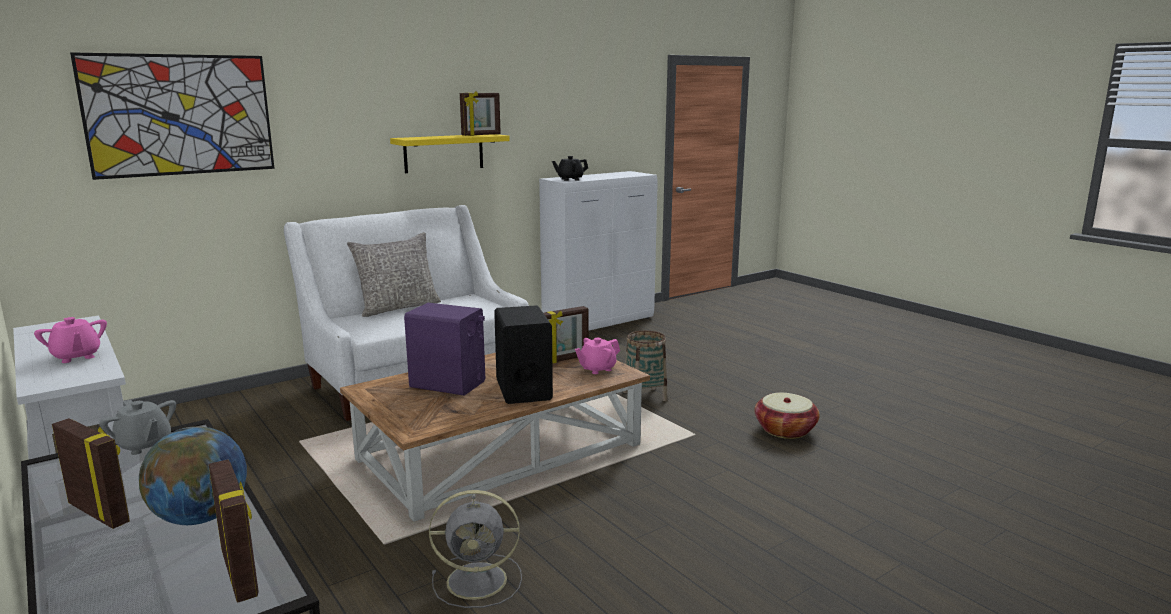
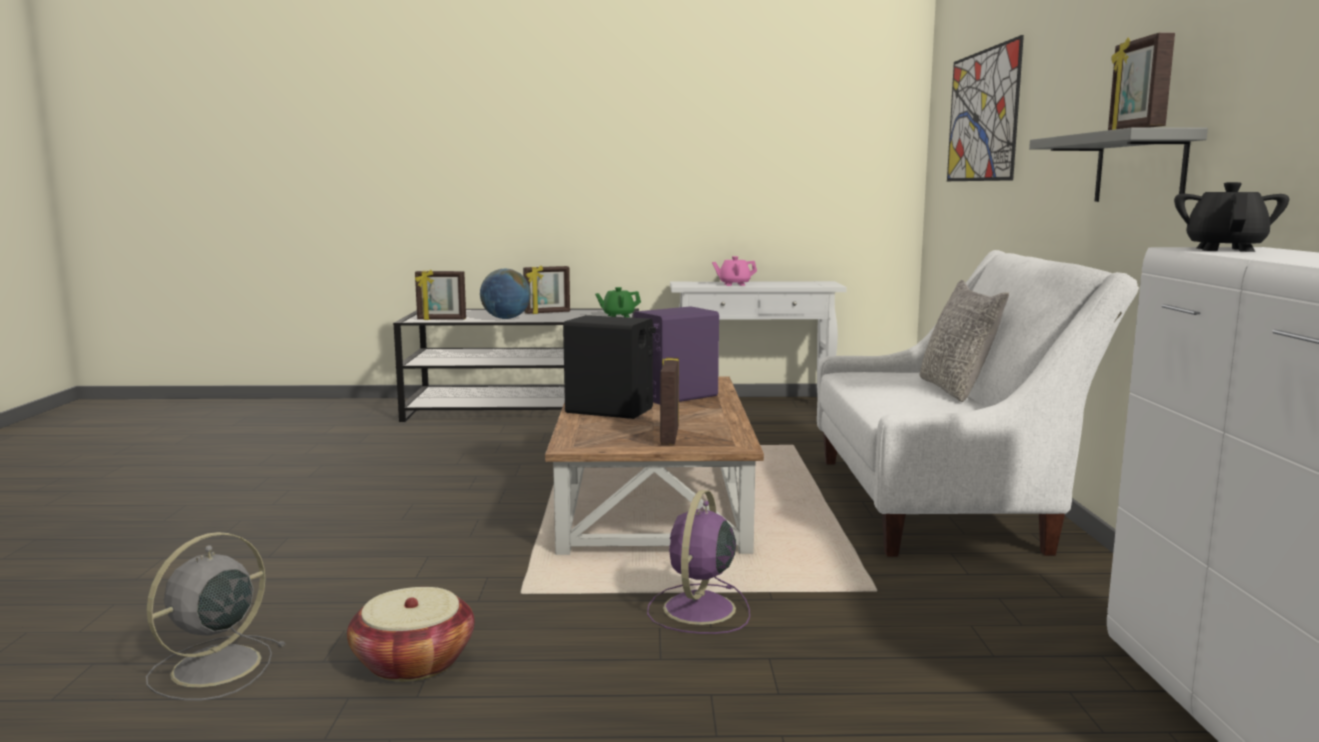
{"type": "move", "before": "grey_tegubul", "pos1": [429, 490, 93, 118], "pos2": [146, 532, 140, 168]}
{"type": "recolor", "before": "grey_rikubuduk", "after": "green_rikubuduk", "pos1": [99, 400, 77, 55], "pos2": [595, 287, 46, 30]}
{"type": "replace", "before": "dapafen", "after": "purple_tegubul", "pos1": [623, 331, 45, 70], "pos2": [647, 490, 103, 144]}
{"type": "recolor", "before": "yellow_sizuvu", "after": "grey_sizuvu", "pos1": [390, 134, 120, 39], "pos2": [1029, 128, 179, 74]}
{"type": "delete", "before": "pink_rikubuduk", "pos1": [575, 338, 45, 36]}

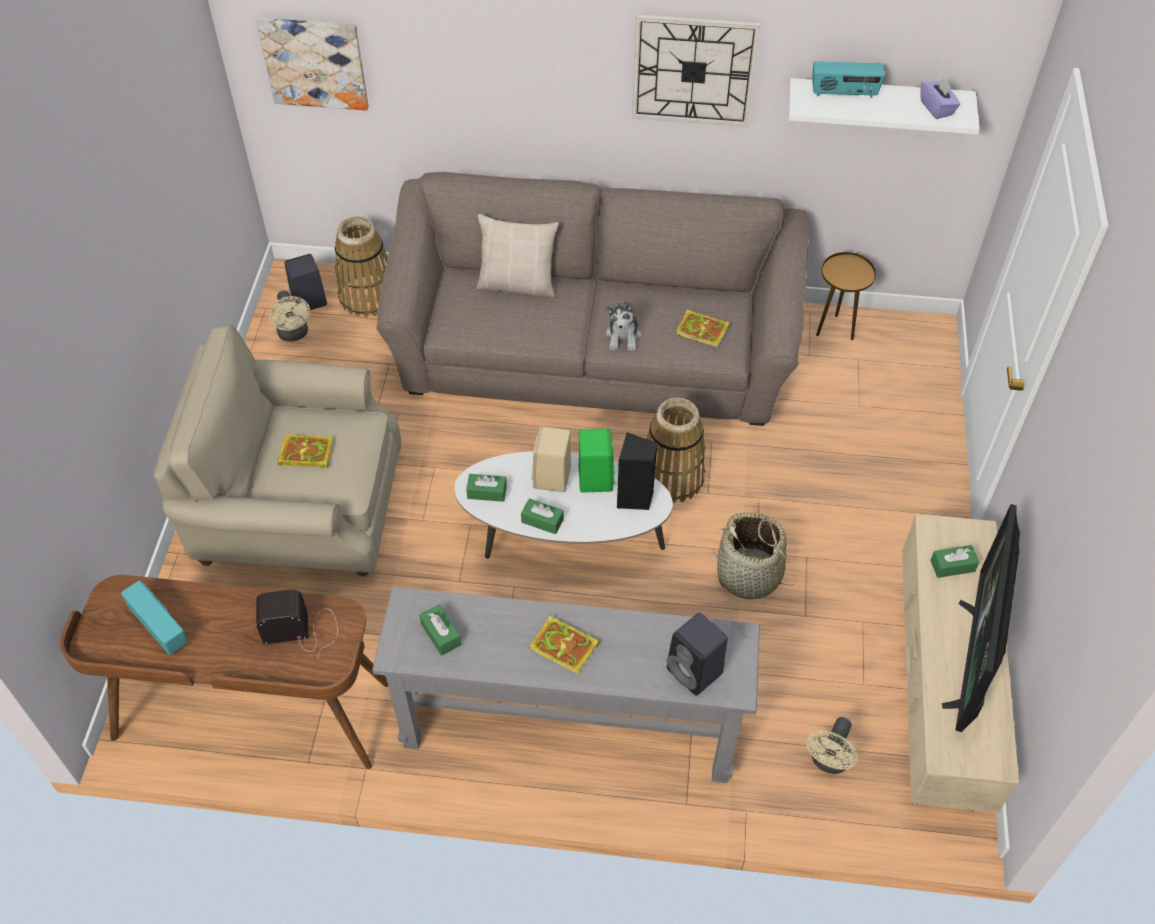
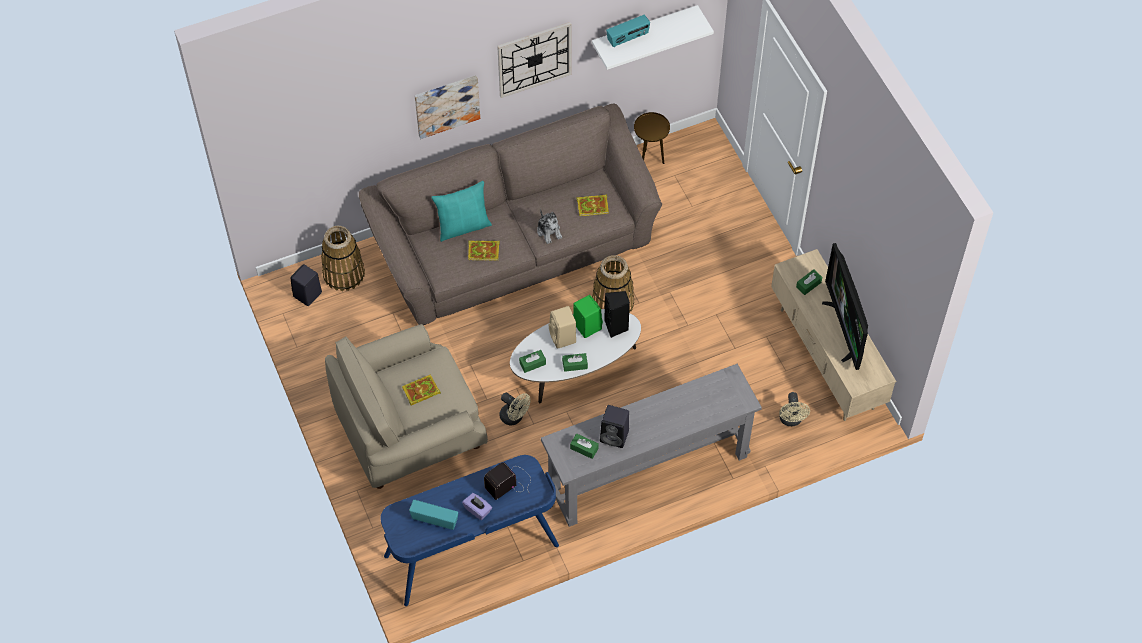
{"type": "recolor", "before": "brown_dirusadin", "after": "blue_dirusadin", "pos1": [60, 575, 328, 194], "pos2": [381, 455, 178, 151]}
{"type": "move", "before": "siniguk", "pos1": [256, 18, 113, 93], "pos2": [415, 75, 65, 64]}
{"type": "recolor", "before": "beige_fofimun", "after": "turquoise_fofimun", "pos1": [476, 214, 83, 84], "pos2": [431, 181, 61, 61]}
{"type": "move", "before": "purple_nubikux", "pos1": [920, 78, 40, 41], "pos2": [462, 493, 30, 27]}
{"type": "move", "before": "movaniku", "pos1": [530, 615, 70, 59], "pos2": [468, 240, 32, 20]}
{"type": "move", "before": "beige_tegubul", "pos1": [269, 291, 41, 51], "pos2": [499, 392, 32, 33]}
{"type": "move", "before": "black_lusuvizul", "pos1": [667, 613, 61, 83], "pos2": [600, 405, 29, 43]}
{"type": "delete", "before": "dapafen", "pos1": [713, 512, 83, 88]}

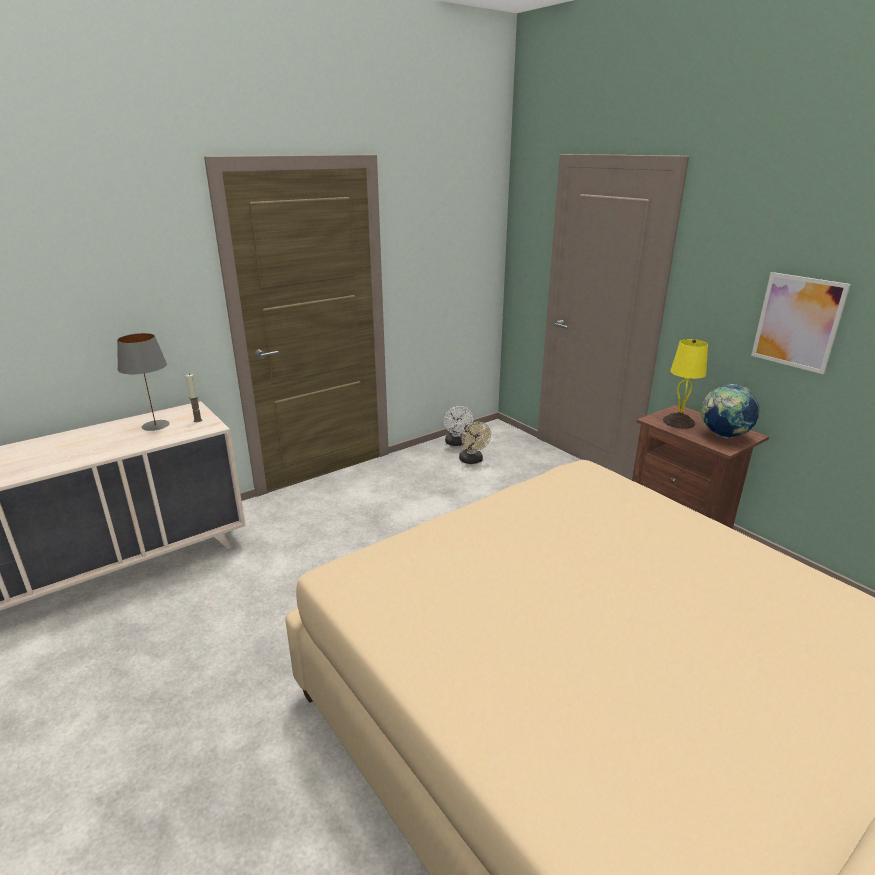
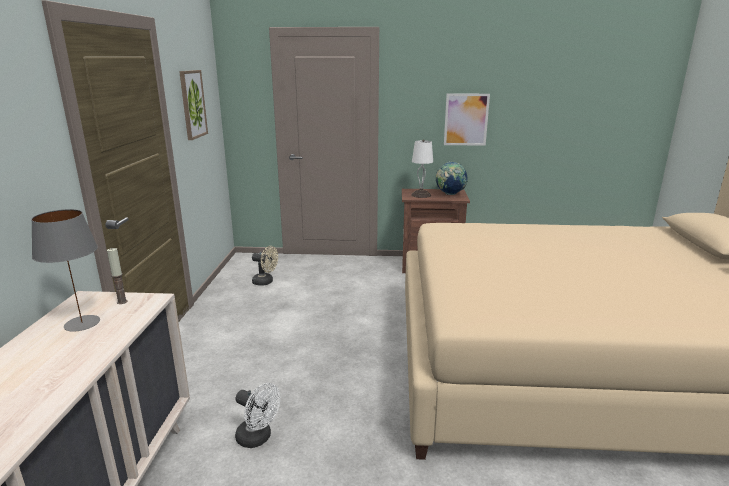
{"type": "insert", "after": "siniguk", "pos2": [179, 70, 29, 70]}
{"type": "move", "before": "white_tegubul", "pos1": [444, 406, 29, 40], "pos2": [235, 383, 45, 65]}
{"type": "recolor", "before": "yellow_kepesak", "after": "white_kepesak", "pos1": [663, 339, 45, 89], "pos2": [411, 139, 22, 59]}

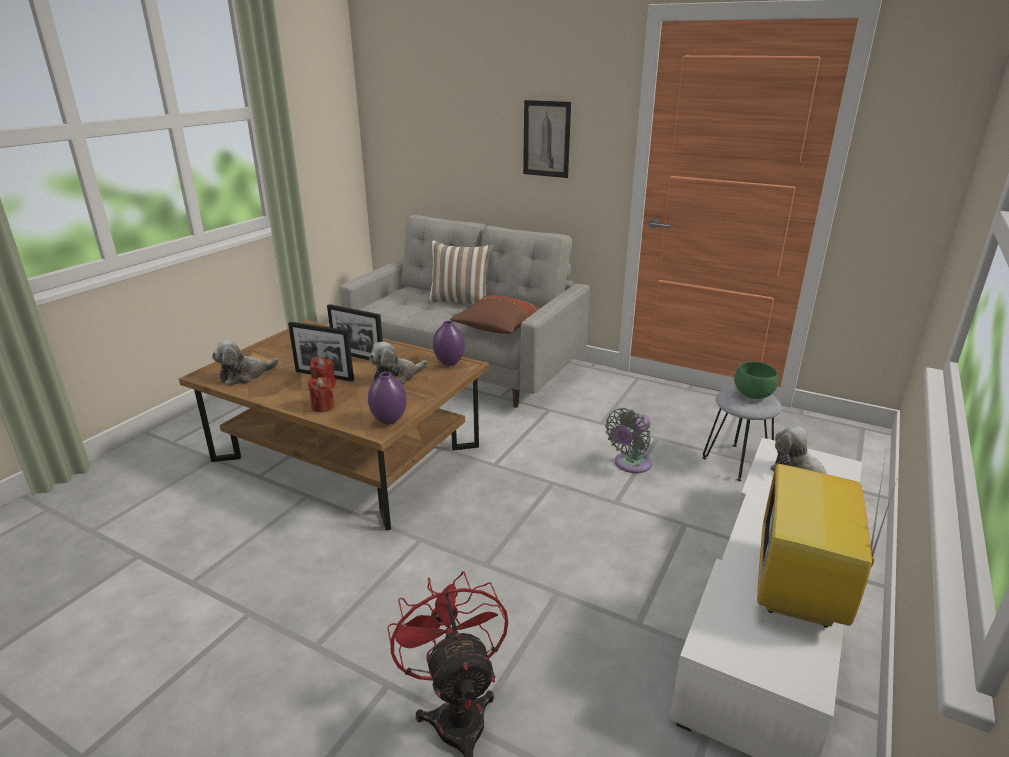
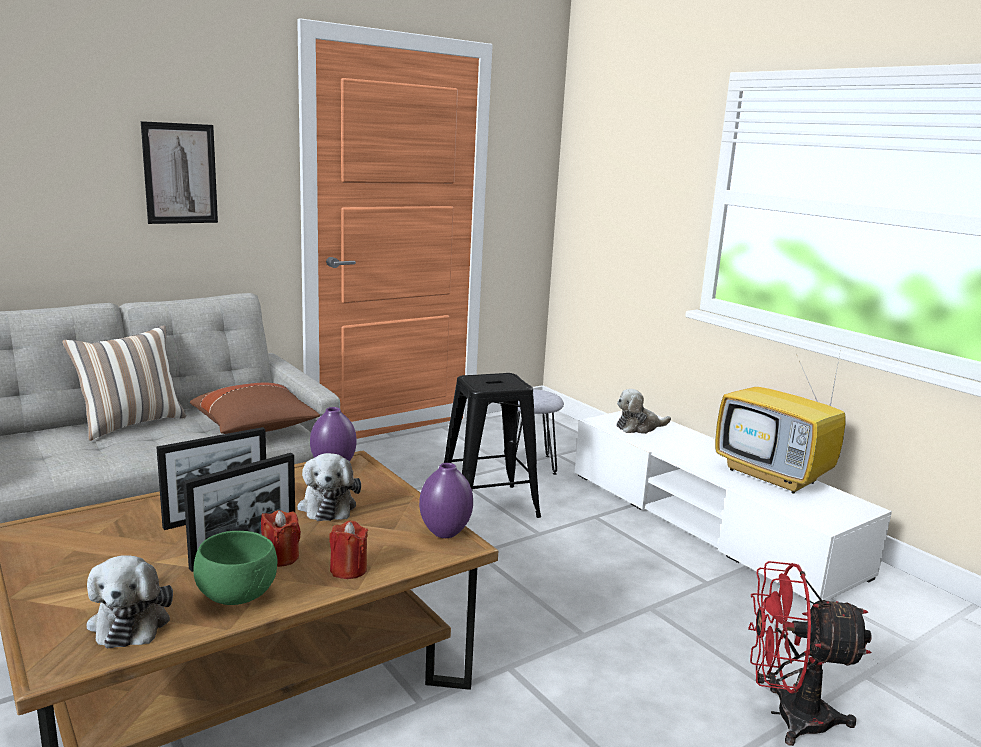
{"type": "move", "before": "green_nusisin", "pos1": [734, 361, 44, 38], "pos2": [193, 531, 84, 74]}
{"type": "replace", "before": "grey_tegubul", "after": "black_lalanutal", "pos1": [605, 408, 47, 65], "pos2": [444, 373, 97, 145]}

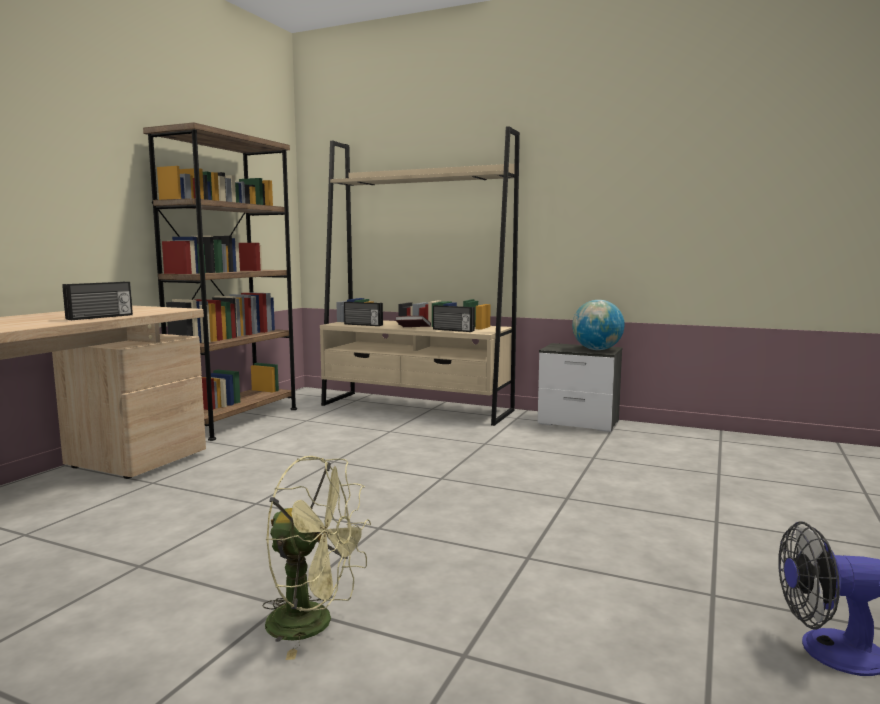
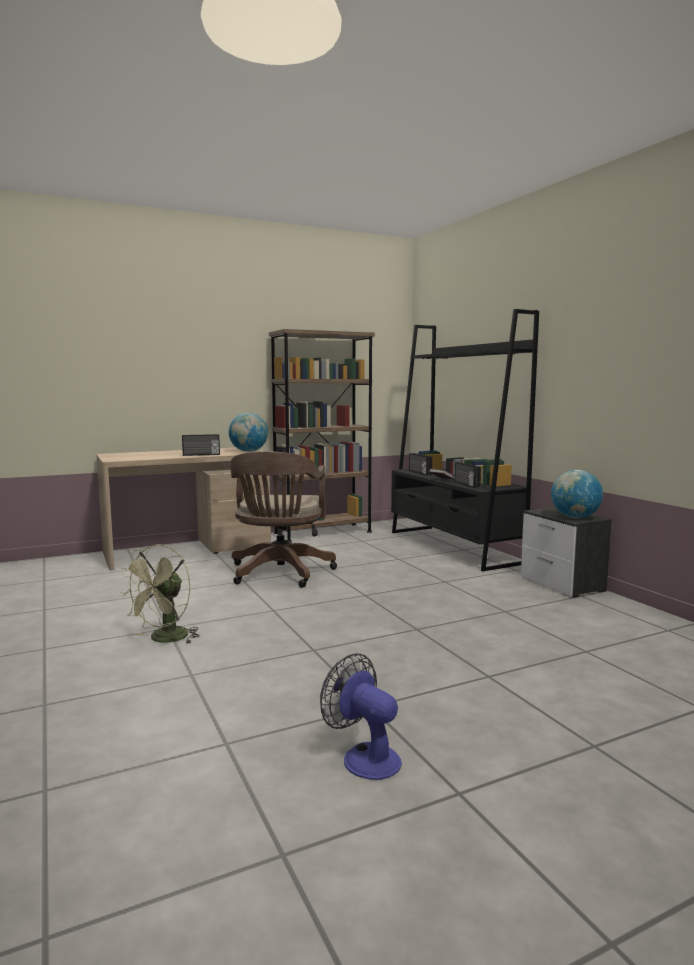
{"type": "rotate", "before": "green_tegubul", "pos1": [262, 456, 109, 204], "pos2": [119, 544, 81, 100], "turn": 60}
{"type": "insert", "after": "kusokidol", "pos2": [229, 413, 39, 39]}
{"type": "insert", "after": "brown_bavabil", "pos2": [230, 451, 107, 137]}
{"type": "recolor", "before": "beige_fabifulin", "after": "black_fabifulin", "pos1": [320, 126, 200, 300], "pos2": [391, 309, 148, 262]}

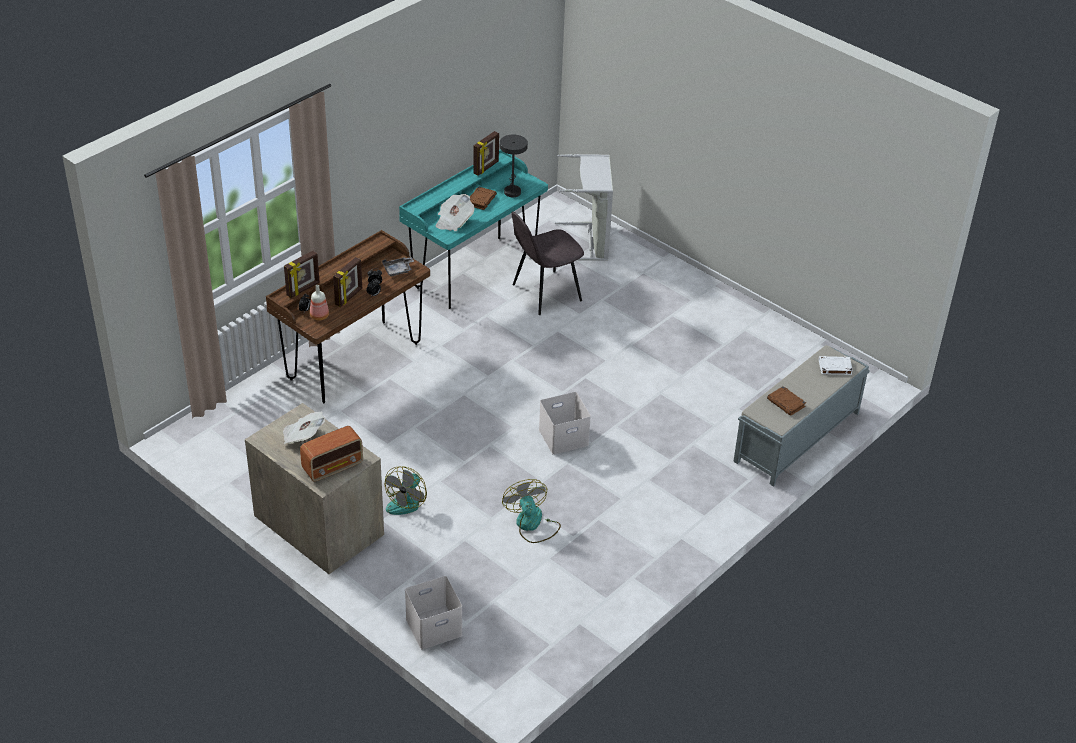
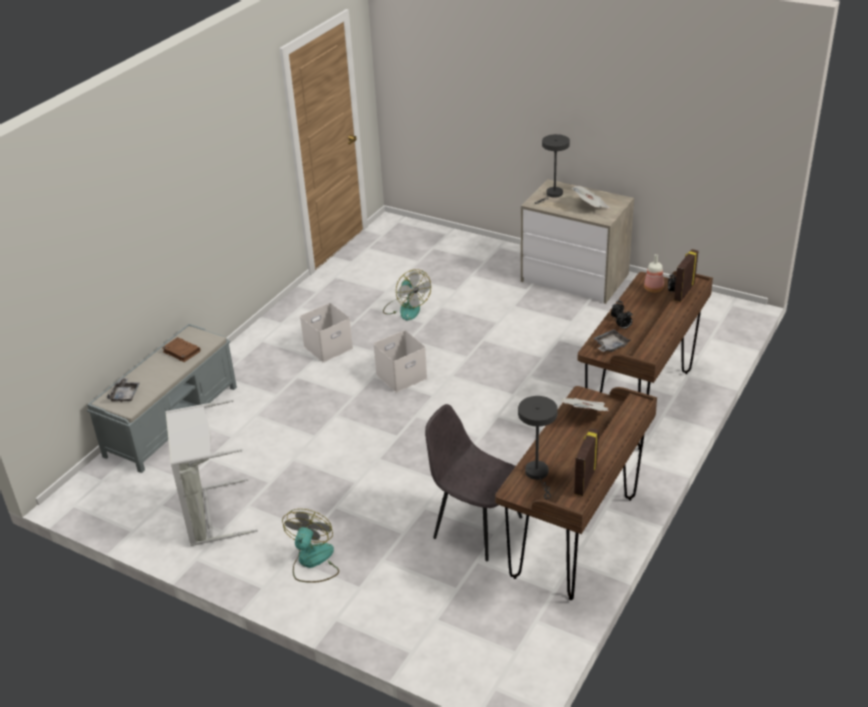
{"type": "replace", "before": "white_movaniku", "after": "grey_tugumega", "pos1": [819, 356, 34, 19], "pos2": [107, 378, 33, 24]}
{"type": "move", "before": "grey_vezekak", "pos1": [555, 154, 58, 107], "pos2": [165, 399, 93, 147]}
{"type": "move", "before": "tegubul", "pos1": [385, 466, 42, 49], "pos2": [282, 509, 57, 74]}
{"type": "move", "before": "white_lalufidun", "pos1": [405, 576, 58, 73], "pos2": [300, 303, 53, 59]}
{"type": "rotate", "before": "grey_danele", "pos1": [512, 211, 72, 104], "pos2": [425, 404, 97, 157], "turn": -105}
{"type": "recolor", "before": "turquoise_dirusadin", "after": "brown_dirusadin", "pos1": [399, 149, 149, 160], "pos2": [495, 386, 162, 214]}
{"type": "replace", "before": "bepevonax", "after": "grey_kepesak", "pos1": [300, 426, 63, 56], "pos2": [535, 134, 35, 70]}
{"type": "delete", "before": "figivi", "pos1": [333, 257, 29, 50]}
{"type": "delete", "before": "brown_movaniku", "pos1": [470, 186, 27, 24]}

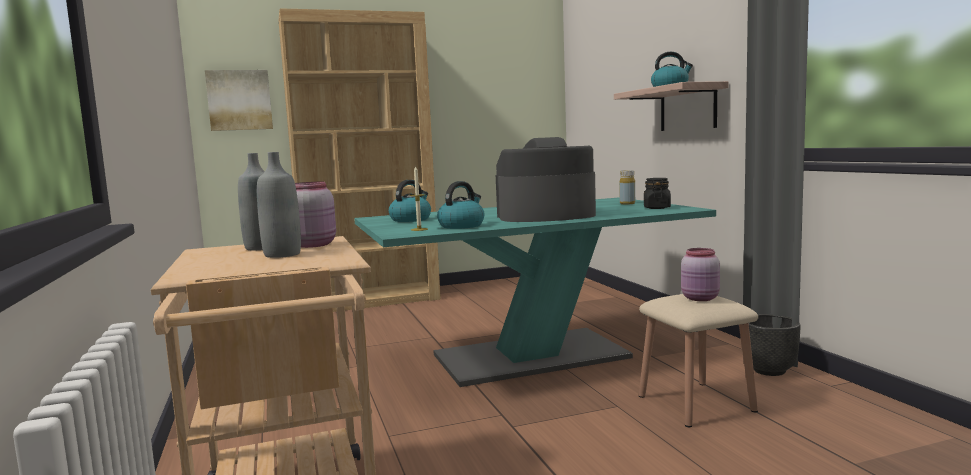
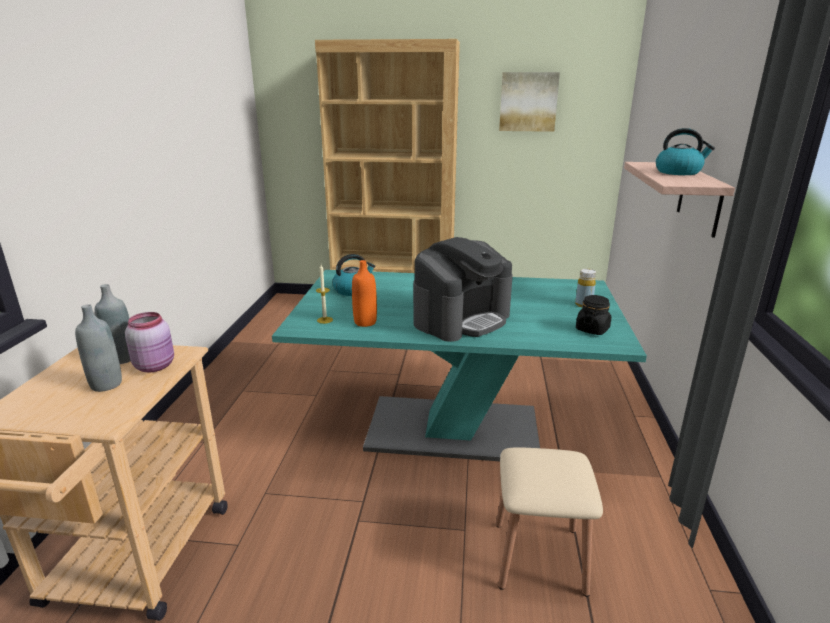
{"type": "replace", "before": "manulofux", "after": "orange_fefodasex", "pos1": [437, 181, 47, 48], "pos2": [352, 260, 25, 67]}
{"type": "rotate", "before": "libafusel", "pos1": [496, 137, 100, 85], "pos2": [413, 237, 100, 105], "turn": 120}
{"type": "move", "before": "siniguk", "pos1": [205, 70, 68, 61], "pos2": [499, 72, 61, 60]}
{"type": "delete", "before": "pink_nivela", "pos1": [681, 248, 39, 53]}
{"type": "delete", "before": "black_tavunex", "pos1": [749, 314, 51, 62]}

